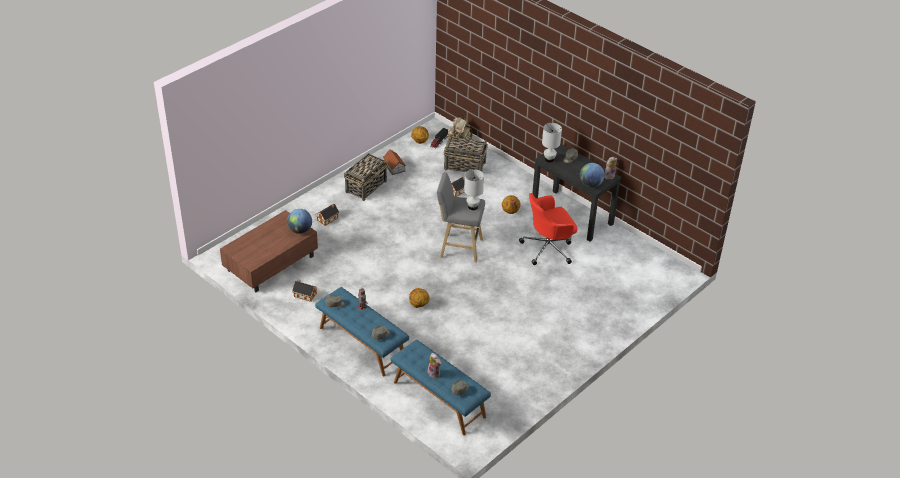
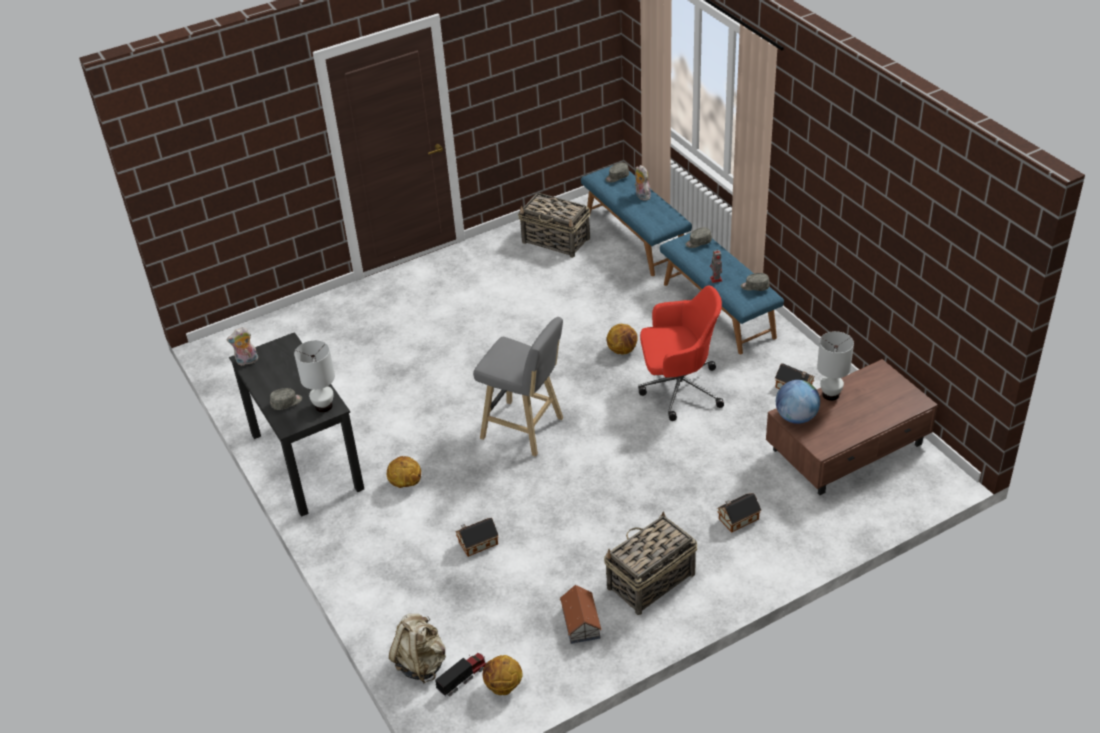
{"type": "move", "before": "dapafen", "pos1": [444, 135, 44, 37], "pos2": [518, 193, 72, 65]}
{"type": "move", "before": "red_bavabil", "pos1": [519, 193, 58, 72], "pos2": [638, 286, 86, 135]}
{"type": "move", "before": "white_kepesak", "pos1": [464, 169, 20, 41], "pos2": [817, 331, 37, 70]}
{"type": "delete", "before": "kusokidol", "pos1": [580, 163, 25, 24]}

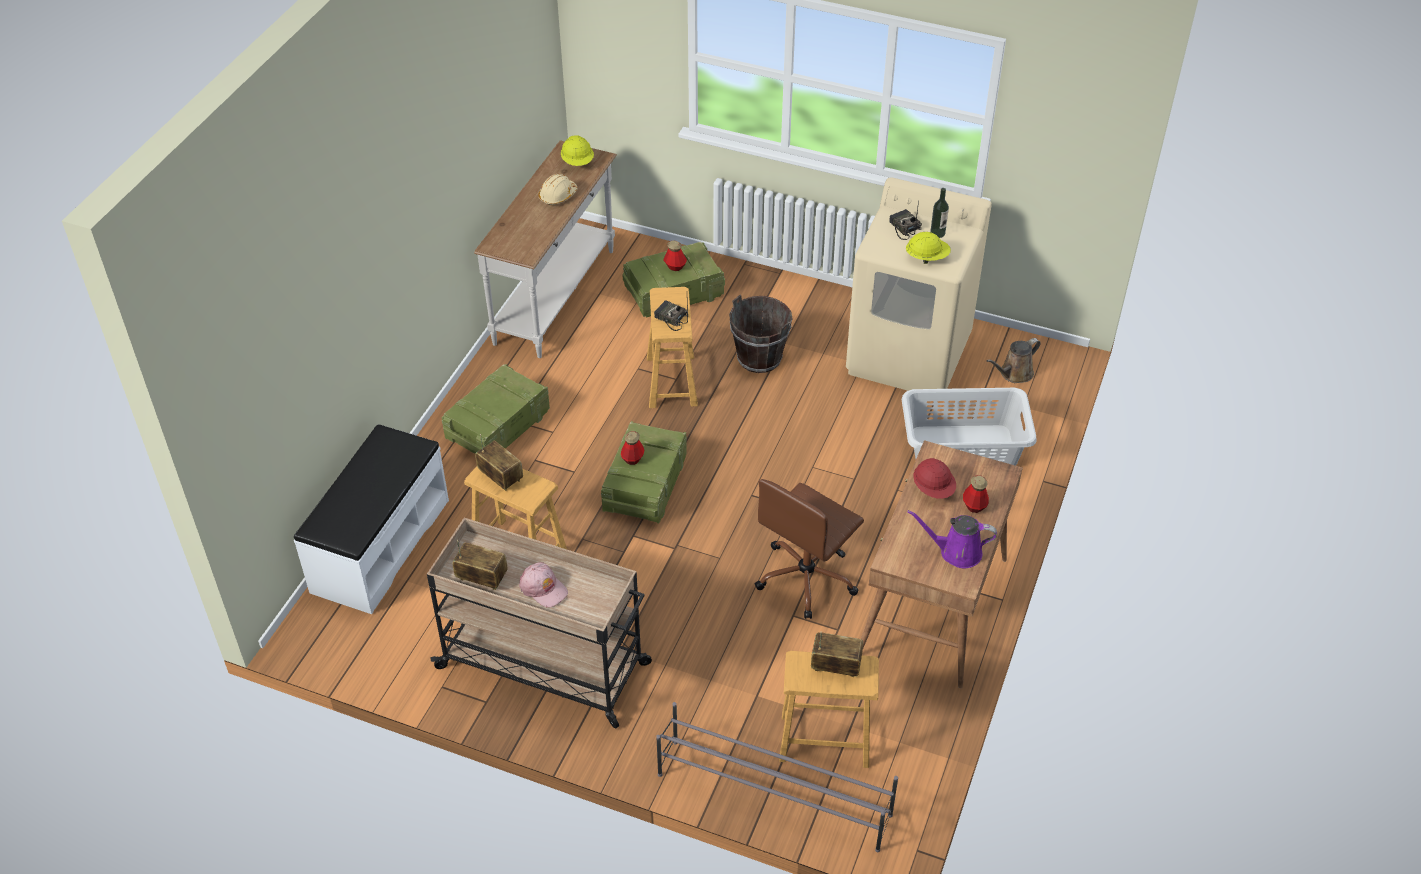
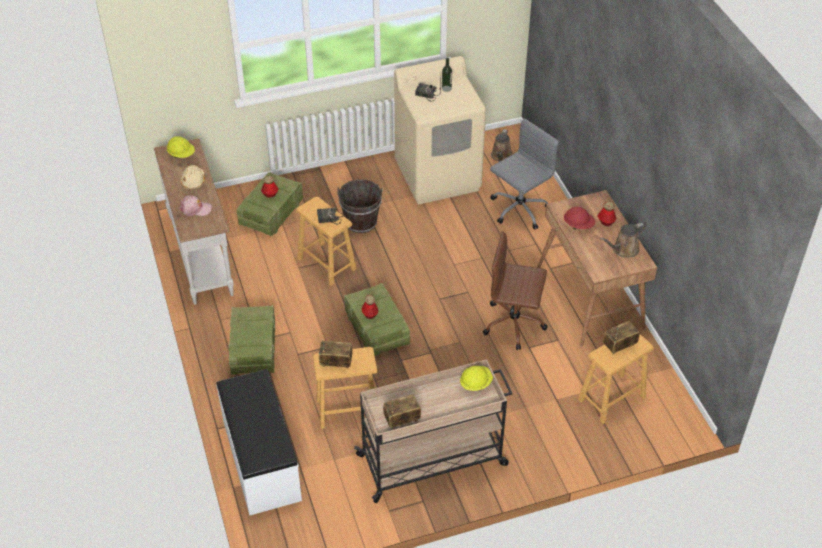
{"type": "move", "before": "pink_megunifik", "pos1": [519, 562, 49, 46], "pos2": [179, 195, 33, 21]}
{"type": "move", "before": "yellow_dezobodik", "pos1": [906, 232, 45, 32], "pos2": [460, 366, 33, 25]}
{"type": "rotate", "before": "brown_bavabil", "pos1": [755, 479, 109, 140], "pos2": [483, 231, 65, 119], "turn": 105}
{"type": "replace", "before": "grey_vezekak", "after": "grey_bavabil", "pos1": [902, 388, 135, 78], "pos2": [490, 118, 69, 112]}
{"type": "recolor", "before": "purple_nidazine", "after": "brown_nidazine", "pos1": [907, 510, 90, 58], "pos2": [599, 223, 47, 34]}
{"type": "delete", "before": "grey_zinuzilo", "pos1": [656, 702, 242, 150]}

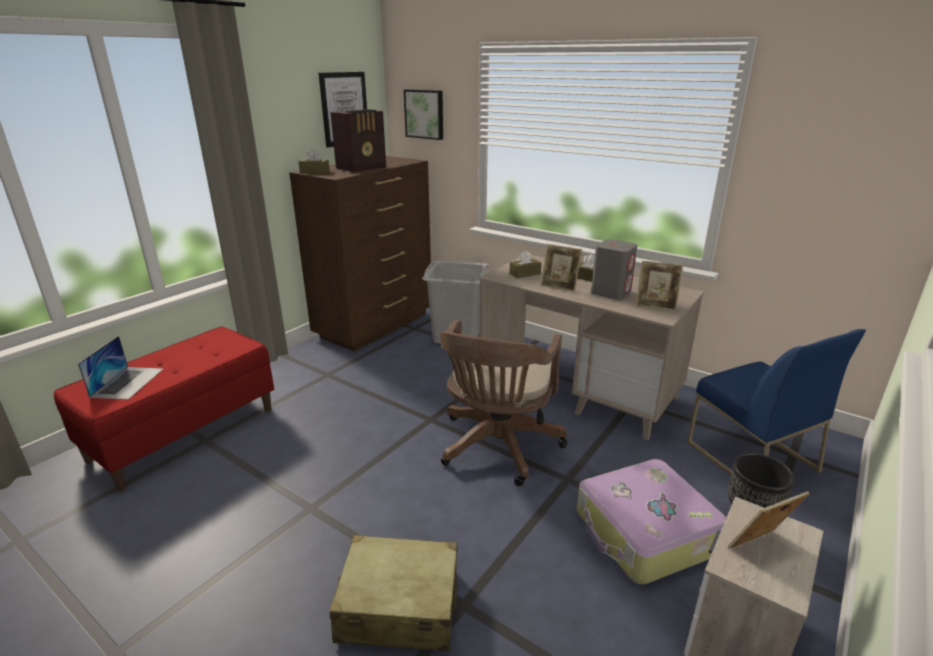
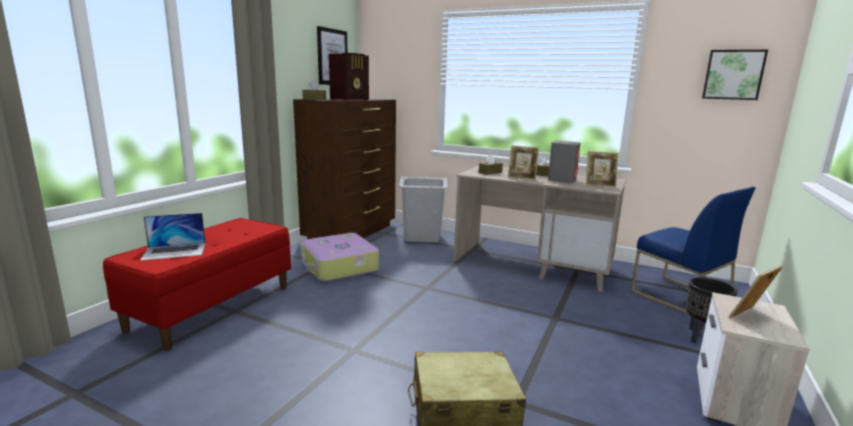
{"type": "rotate", "before": "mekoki", "pos1": [78, 336, 85, 64], "pos2": [140, 213, 66, 48], "turn": 75}
{"type": "move", "before": "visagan", "pos1": [577, 459, 150, 126], "pos2": [300, 233, 79, 49]}
{"type": "move", "before": "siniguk", "pos1": [404, 89, 39, 51], "pos2": [702, 50, 66, 50]}
{"type": "delete", "before": "brown_bavabil", "pos1": [440, 319, 127, 167]}

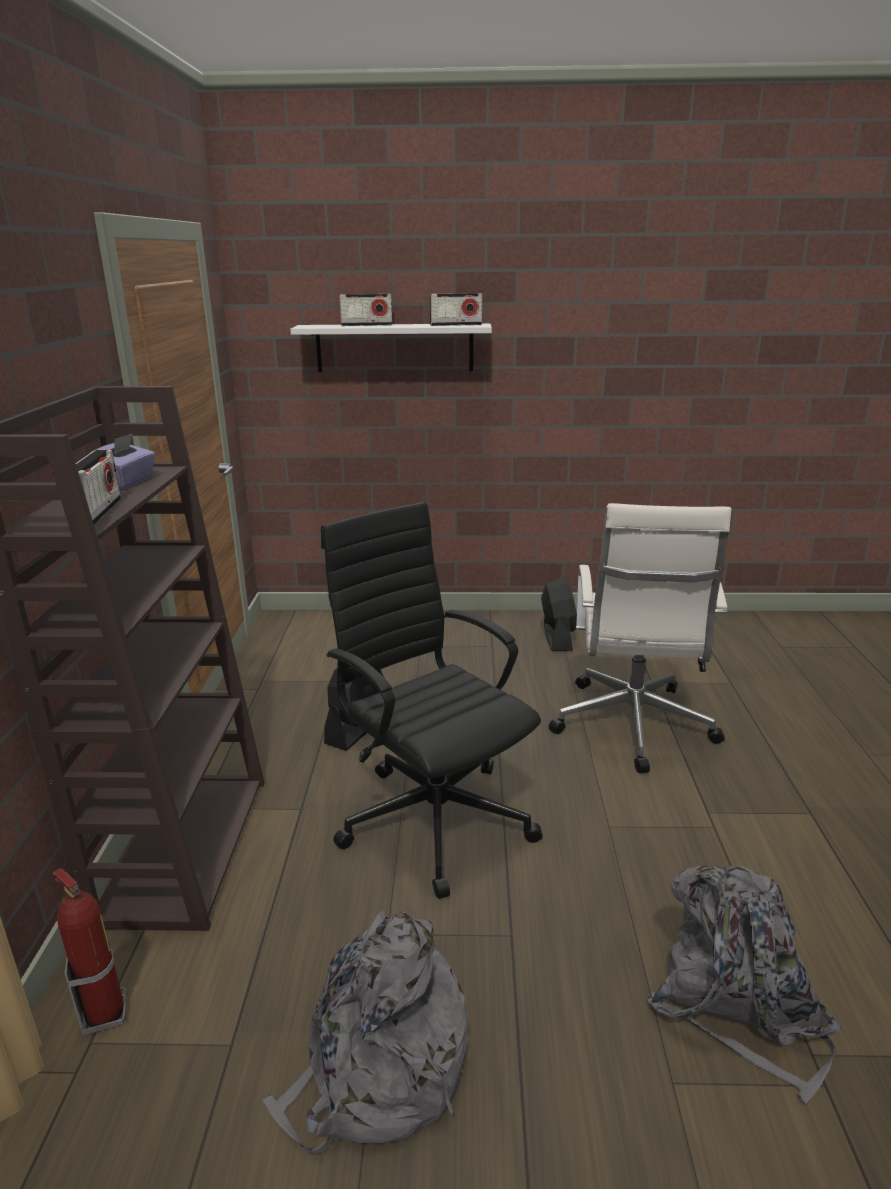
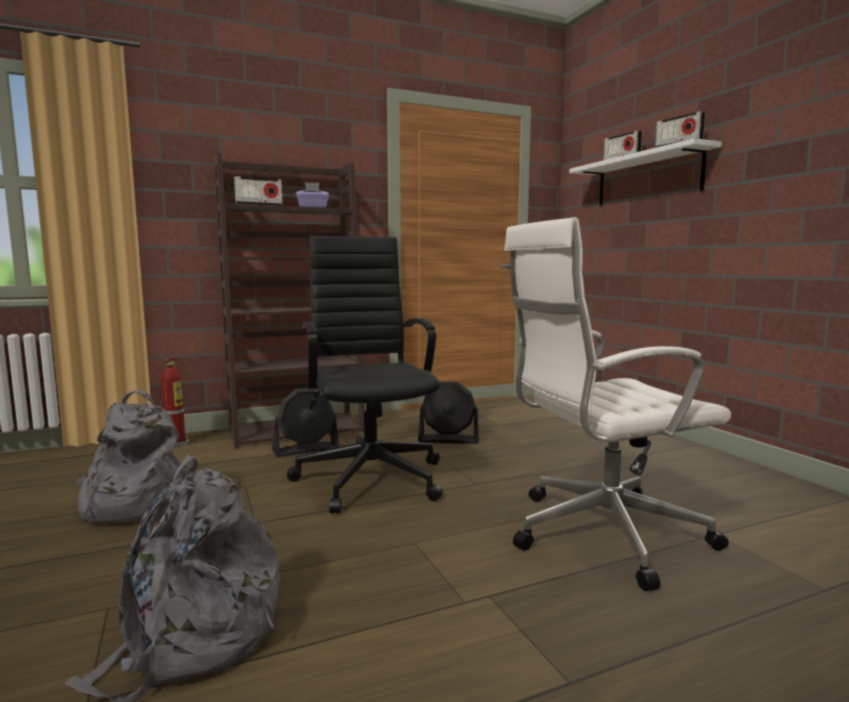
{"type": "move", "before": "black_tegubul", "pos1": [541, 577, 36, 74], "pos2": [272, 388, 68, 69]}
{"type": "rotate", "before": "black_bavabil", "pos1": [321, 502, 222, 397], "pos2": [287, 236, 156, 277], "turn": -45}

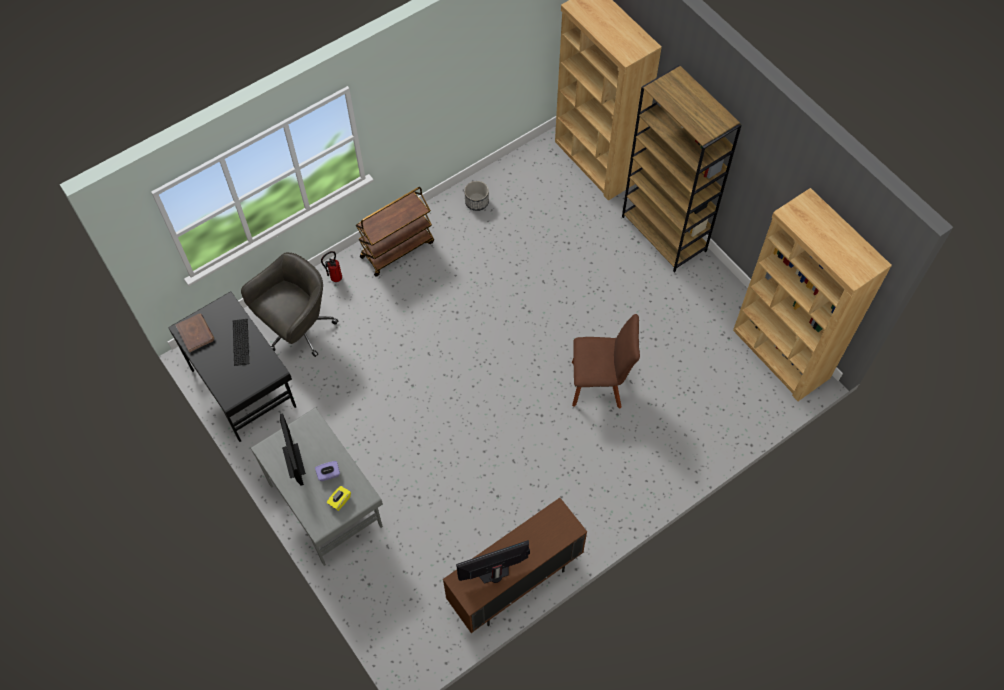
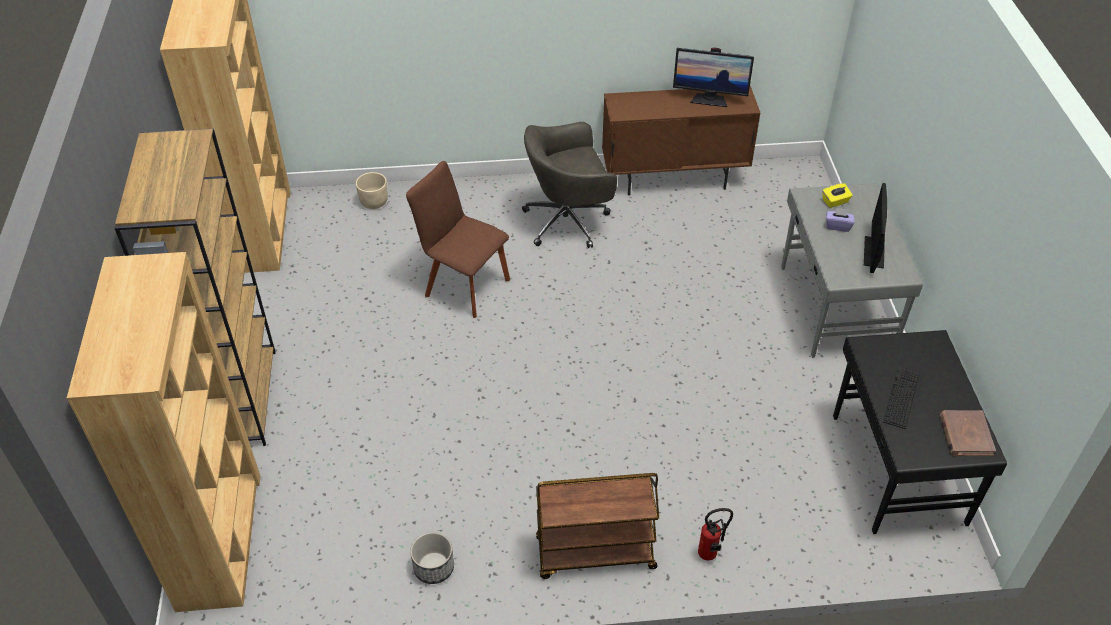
{"type": "insert", "after": "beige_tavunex", "pos2": [356, 172, 32, 37]}
{"type": "move", "before": "grey_bavabil", "pos1": [241, 252, 97, 105], "pos2": [522, 122, 95, 126]}

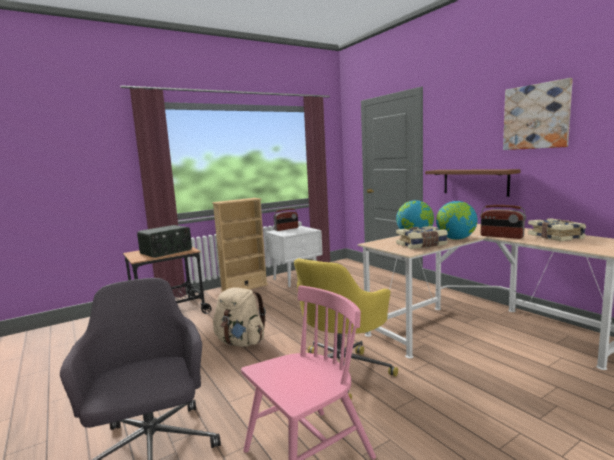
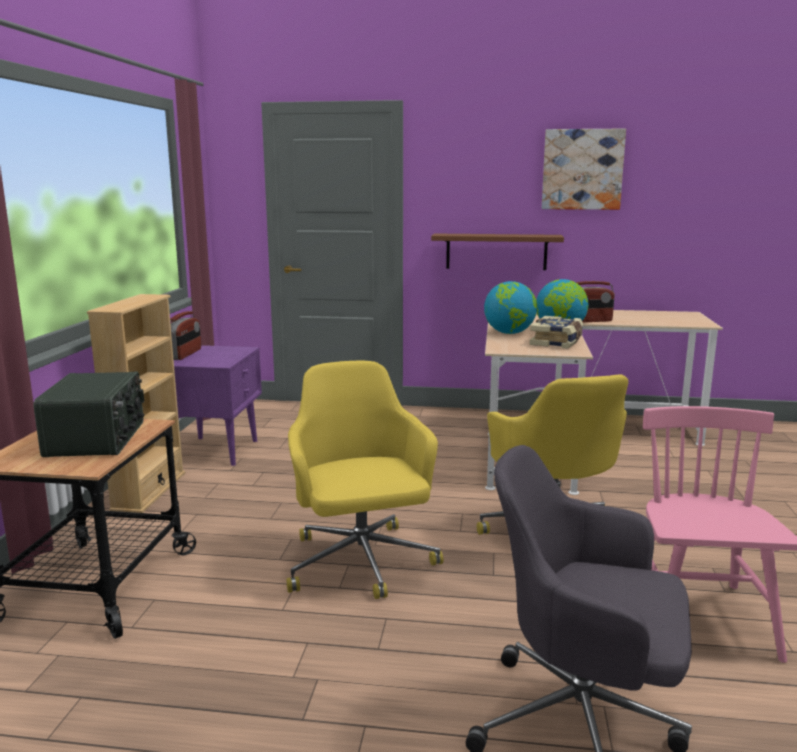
{"type": "recolor", "before": "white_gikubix", "after": "purple_gikubix", "pos1": [266, 226, 57, 61], "pos2": [174, 345, 88, 121]}
{"type": "replace", "before": "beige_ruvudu", "after": "yellow_bavabil", "pos1": [213, 287, 53, 60], "pos2": [287, 361, 156, 238]}
{"type": "delete", "before": "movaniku", "pos1": [528, 218, 58, 23]}

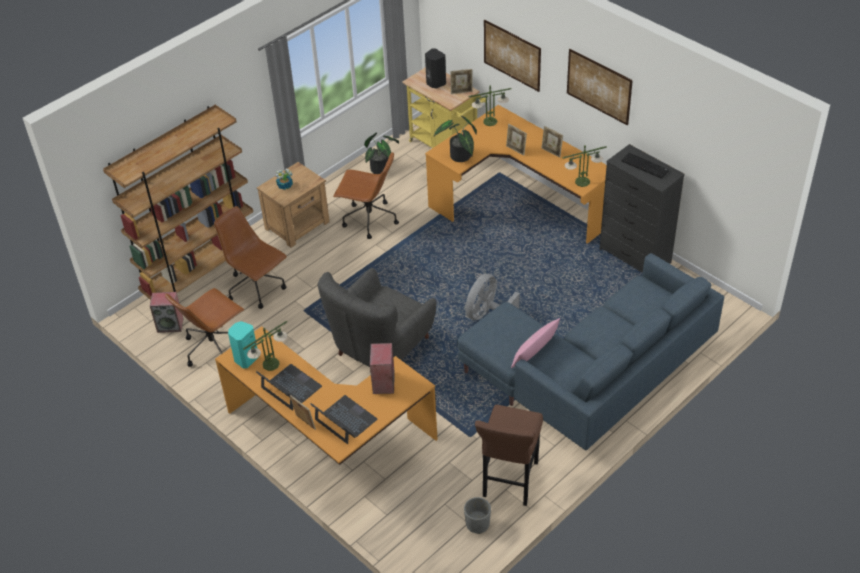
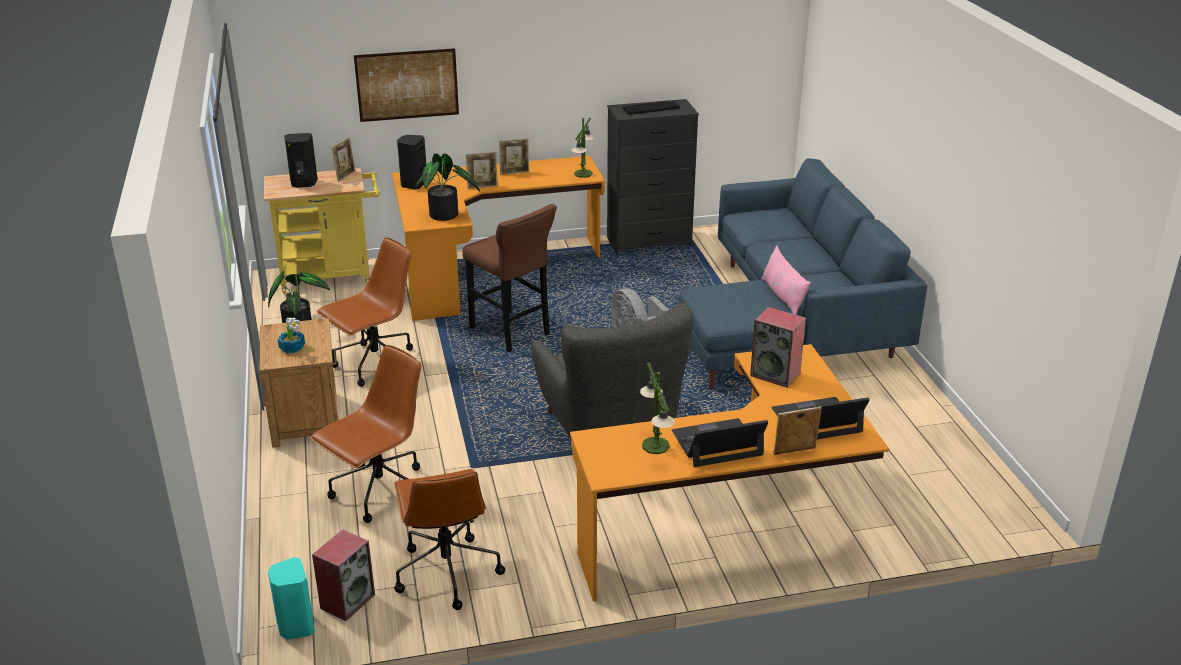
{"type": "move", "before": "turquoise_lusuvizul", "pos1": [228, 321, 30, 48], "pos2": [268, 557, 47, 83]}
{"type": "rotate", "before": "brown_bavabil", "pos1": [214, 206, 73, 103], "pos2": [310, 345, 111, 178], "turn": 150}
{"type": "replace", "before": "kepesak", "after": "black_lusuvizul", "pos1": [469, 86, 43, 40], "pos2": [397, 135, 29, 55]}
{"type": "move", "before": "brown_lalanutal", "pos1": [475, 405, 68, 101], "pos2": [462, 204, 95, 148]}
{"type": "delete", "before": "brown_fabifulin", "pos1": [103, 105, 150, 195]}
{"type": "delete", "before": "grey_tavunex", "pos1": [464, 497, 27, 37]}
{"type": "delete", "before": "siniguk", "pos1": [567, 49, 66, 76]}

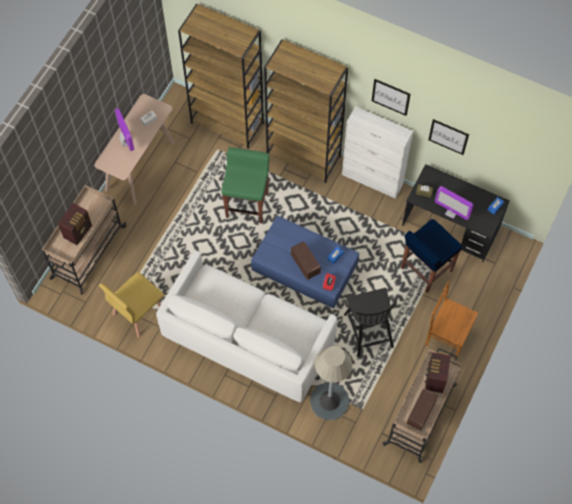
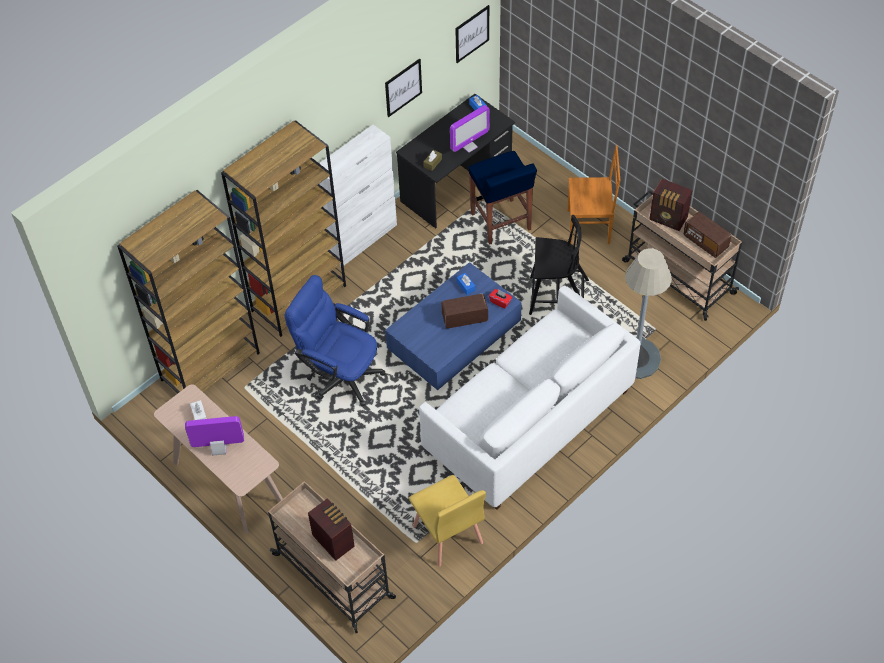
{"type": "replace", "before": "green_lalanutal", "after": "blue_bavabil", "pos1": [221, 147, 48, 76], "pos2": [285, 275, 101, 131]}
{"type": "move", "before": "siniguk", "pos1": [372, 79, 39, 37], "pos2": [455, 5, 34, 58]}
{"type": "rotate", "before": "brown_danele", "pos1": [426, 281, 52, 77], "pos2": [568, 145, 52, 99], "turn": -135}

